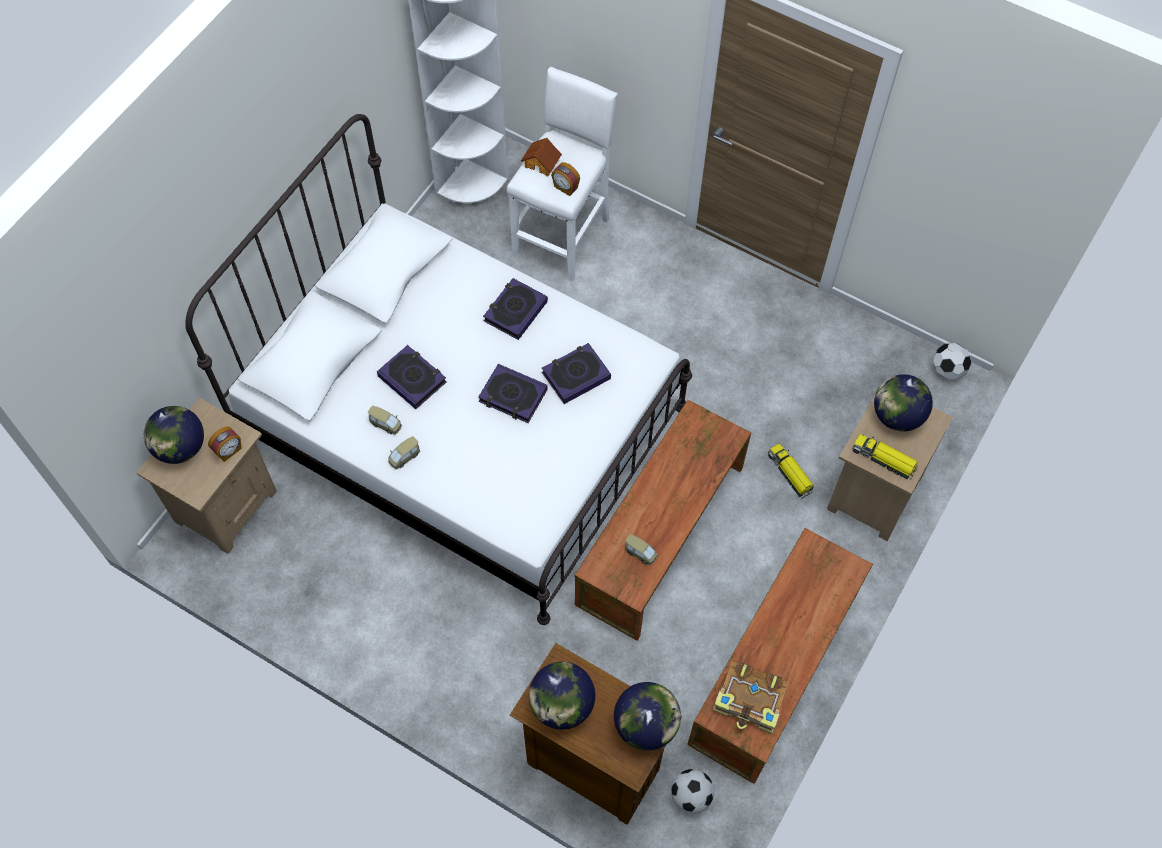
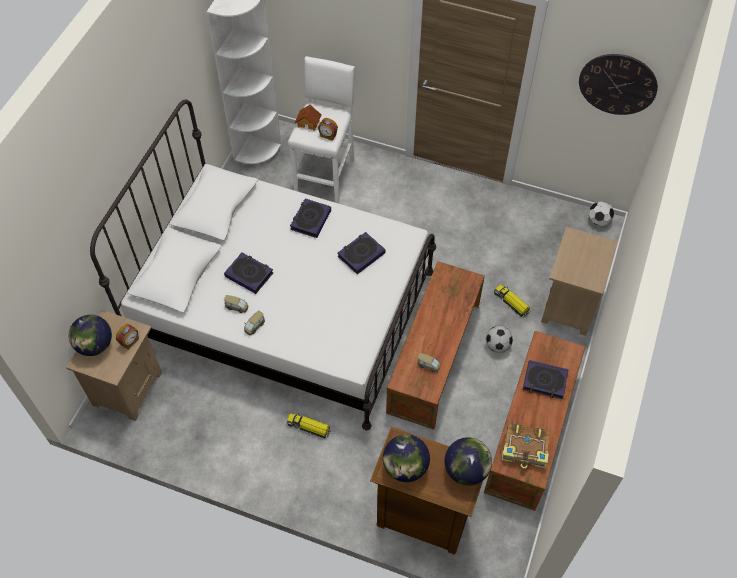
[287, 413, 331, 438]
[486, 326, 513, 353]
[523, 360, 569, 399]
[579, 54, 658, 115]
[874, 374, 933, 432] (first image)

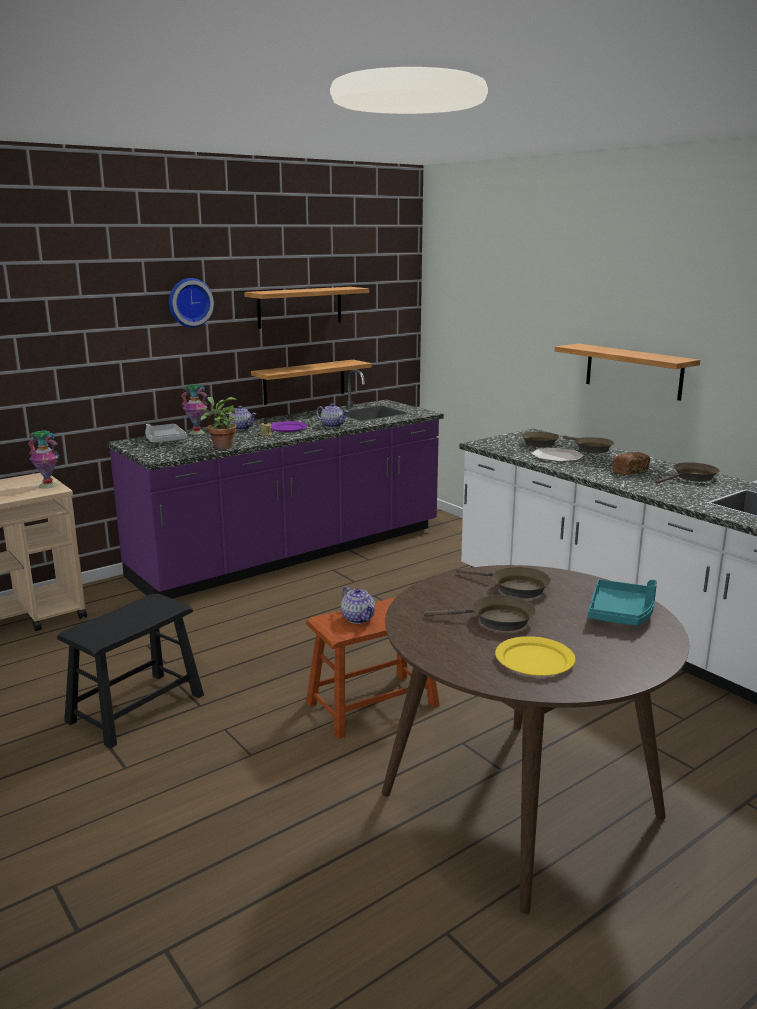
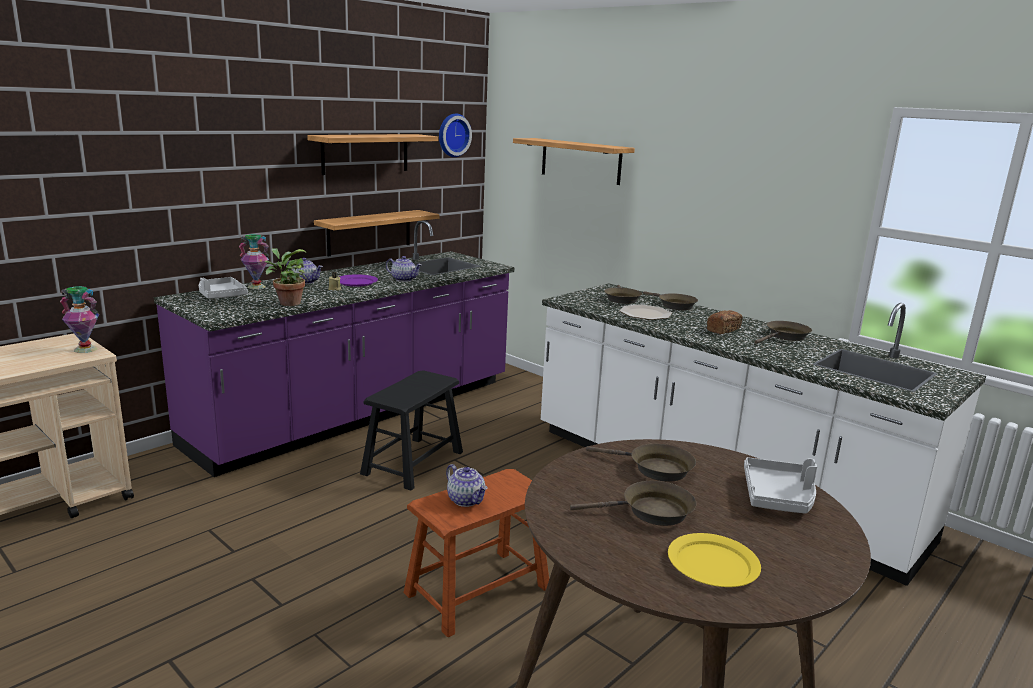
[360, 370, 463, 491]
[439, 114, 472, 157]
[513, 138, 635, 185]
[744, 457, 817, 514]

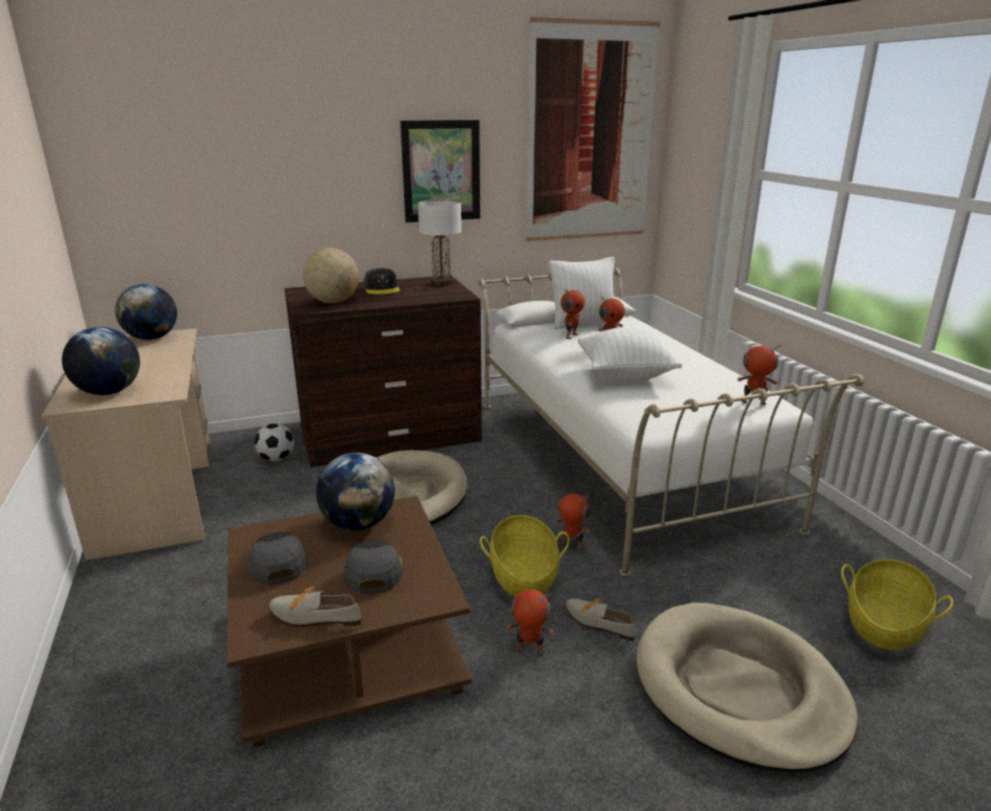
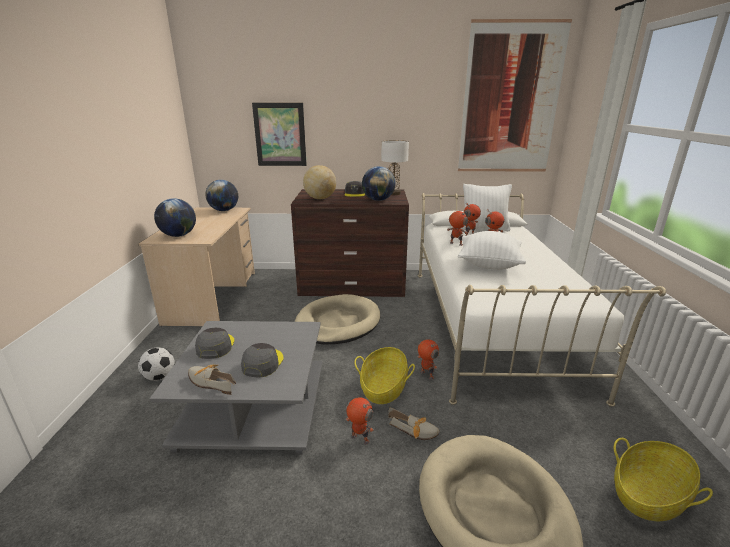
[138, 347, 175, 381]
[150, 321, 323, 455]
[252, 103, 307, 166]
[362, 166, 396, 201]
[388, 407, 440, 440]
[447, 210, 468, 246]

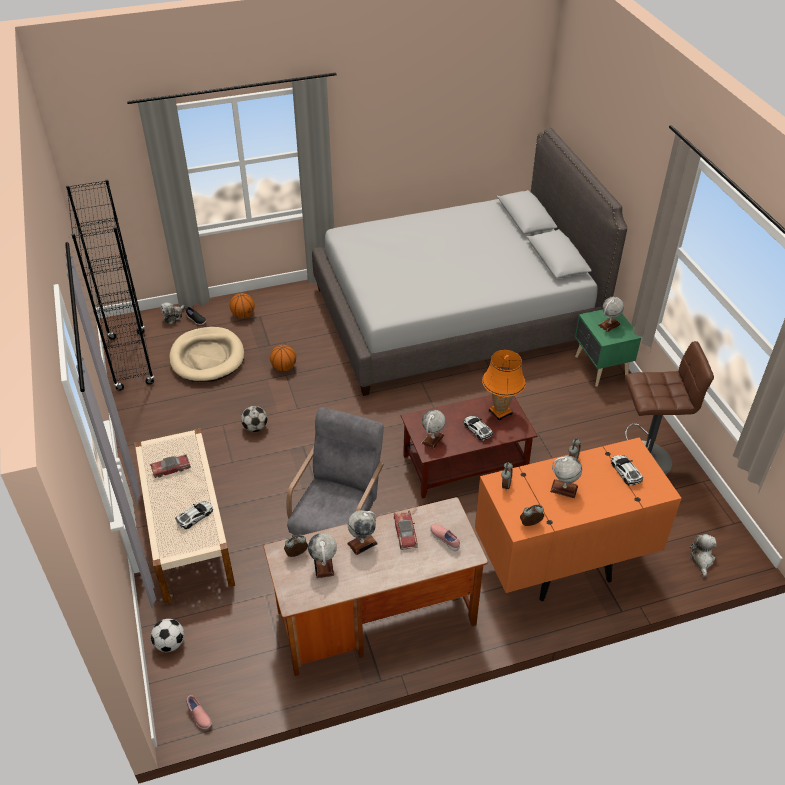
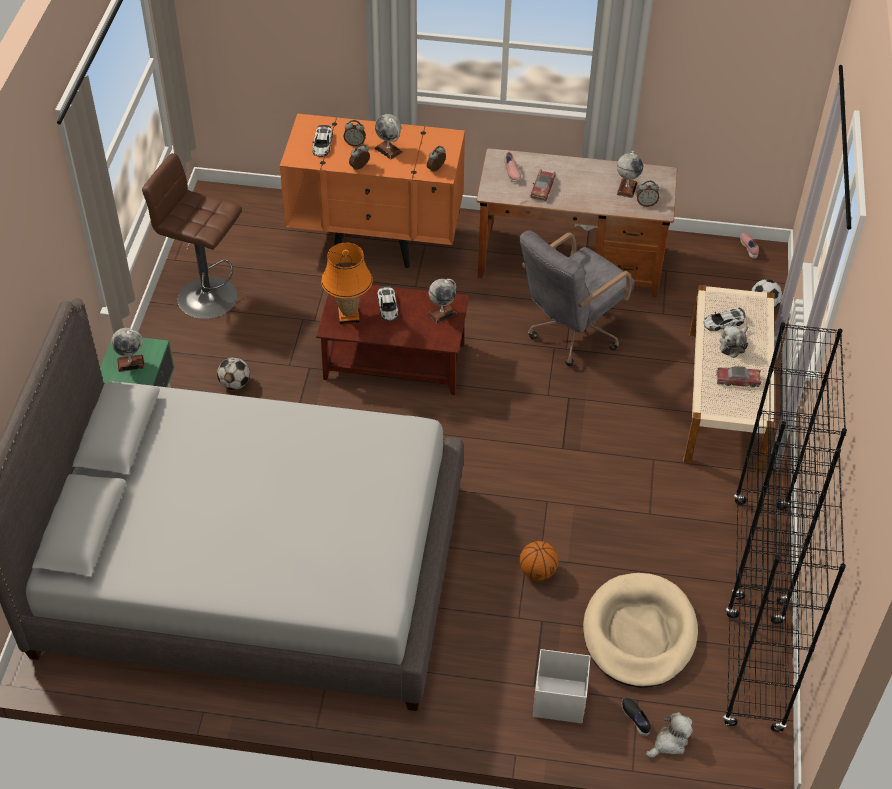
[217, 357, 250, 390]
[344, 120, 366, 147]
[533, 649, 591, 723]
[719, 325, 748, 358]
[732, 322, 847, 604]
[347, 510, 378, 555] (first image)

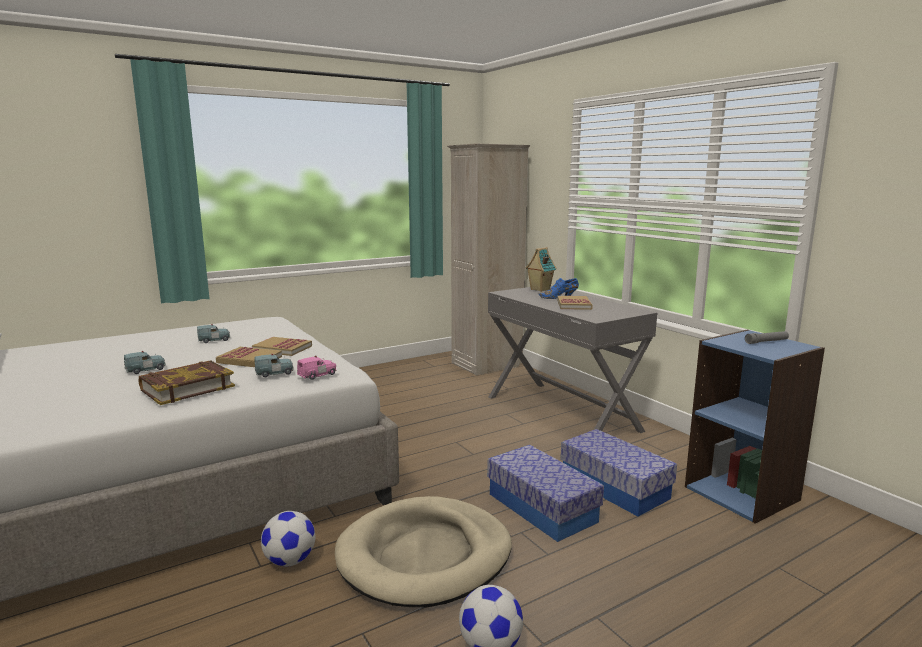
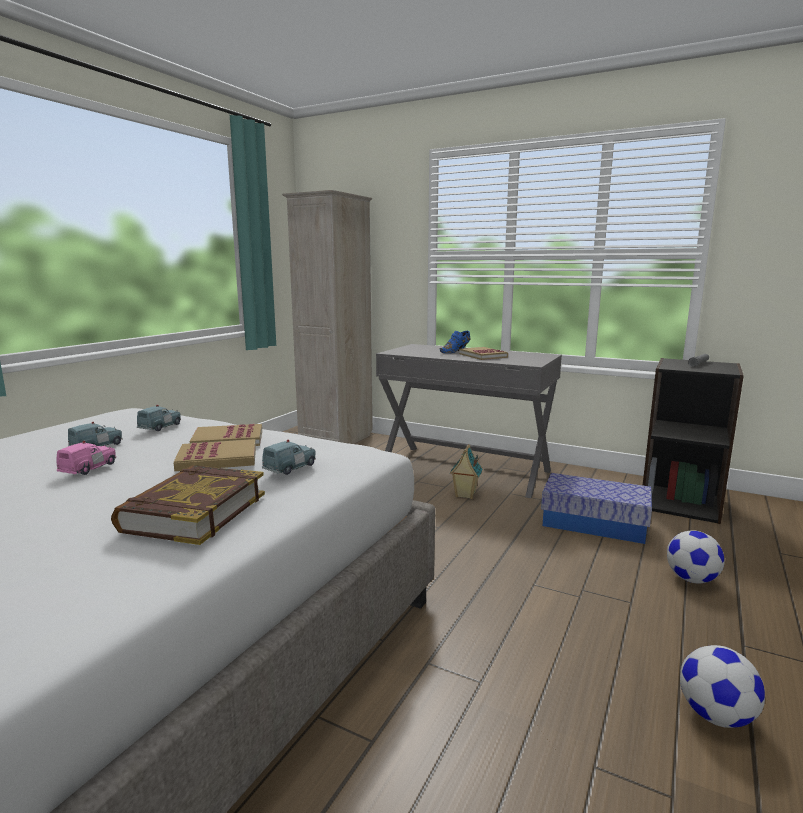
[56, 441, 116, 475]
[137, 405, 181, 431]
[449, 444, 483, 499]
[643, 358, 744, 524]
[667, 530, 724, 584]
[335, 496, 512, 607] (first image)
[488, 445, 604, 542] (first image)

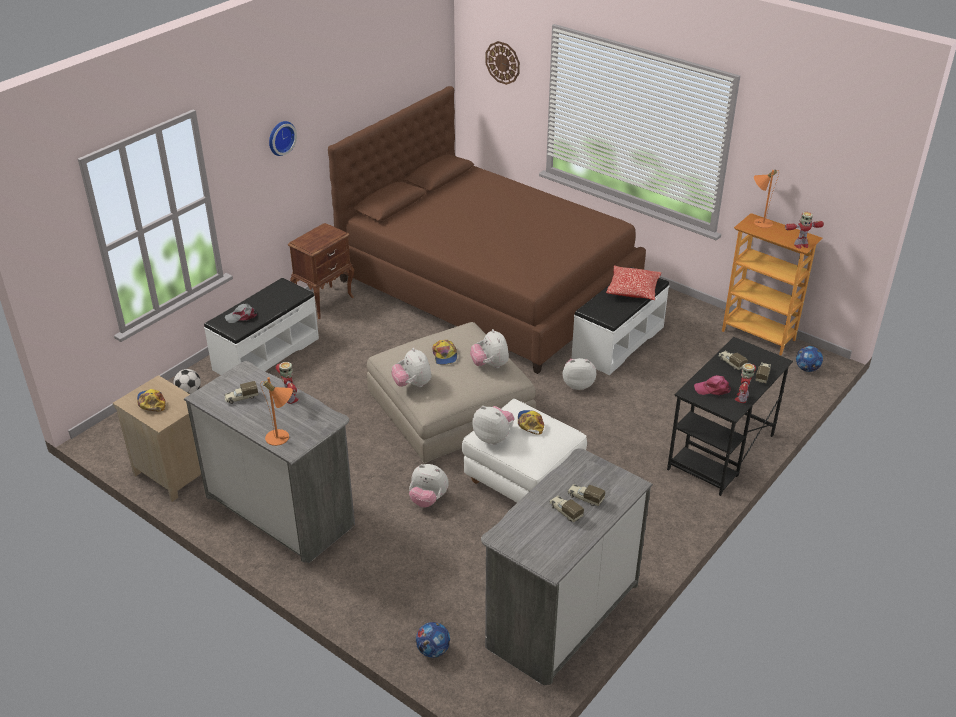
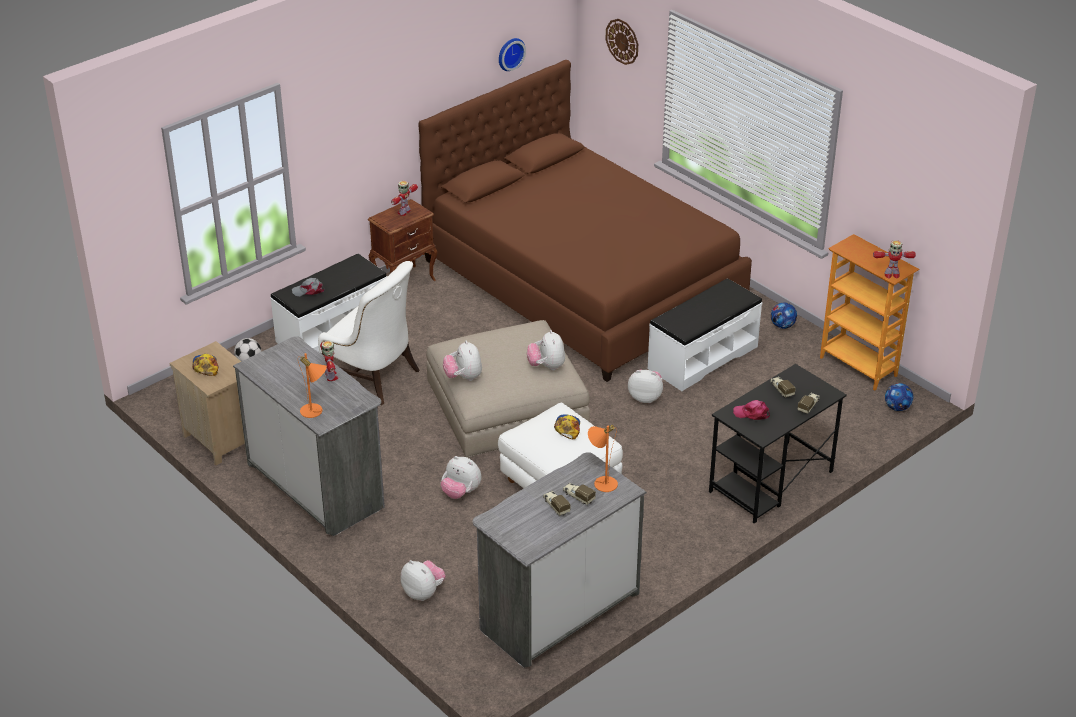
[318, 261, 419, 405]
[391, 181, 418, 216]
[401, 560, 446, 601]
[499, 38, 526, 71]
[588, 425, 618, 492]
[771, 303, 797, 329]
[224, 381, 258, 404] (first image)
[432, 340, 457, 365] (first image)
[606, 266, 661, 300] (first image)

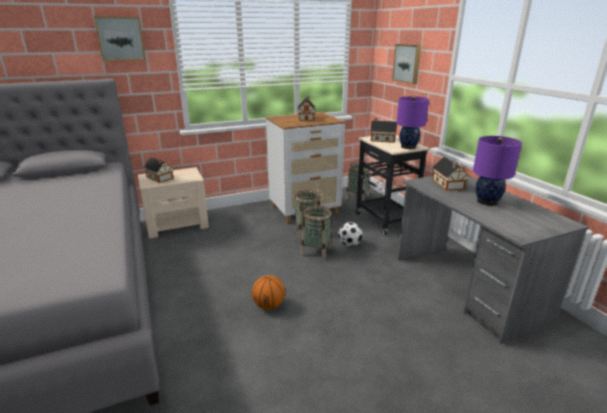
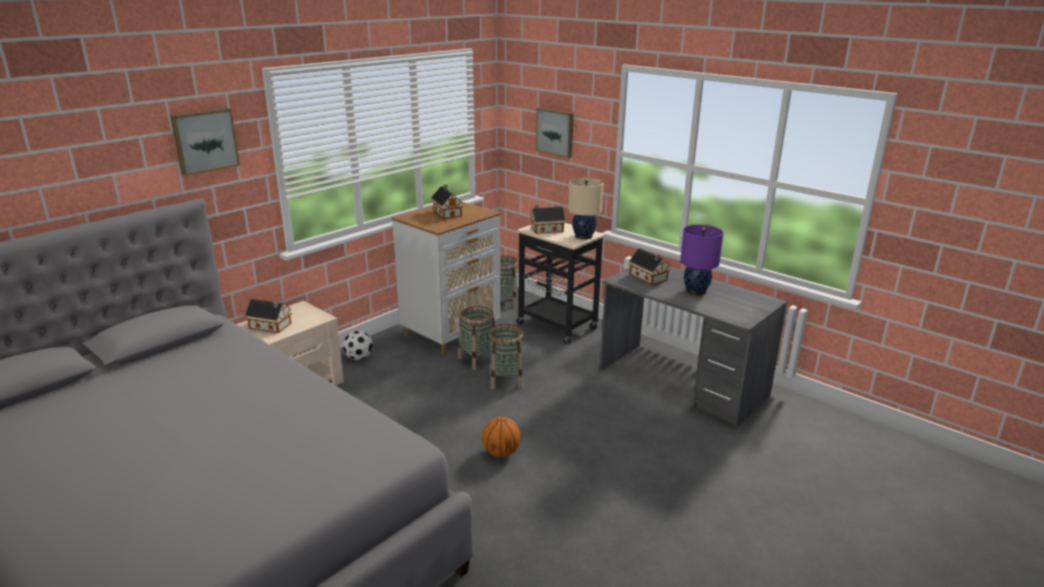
[343, 331, 373, 360]
[568, 178, 604, 240]

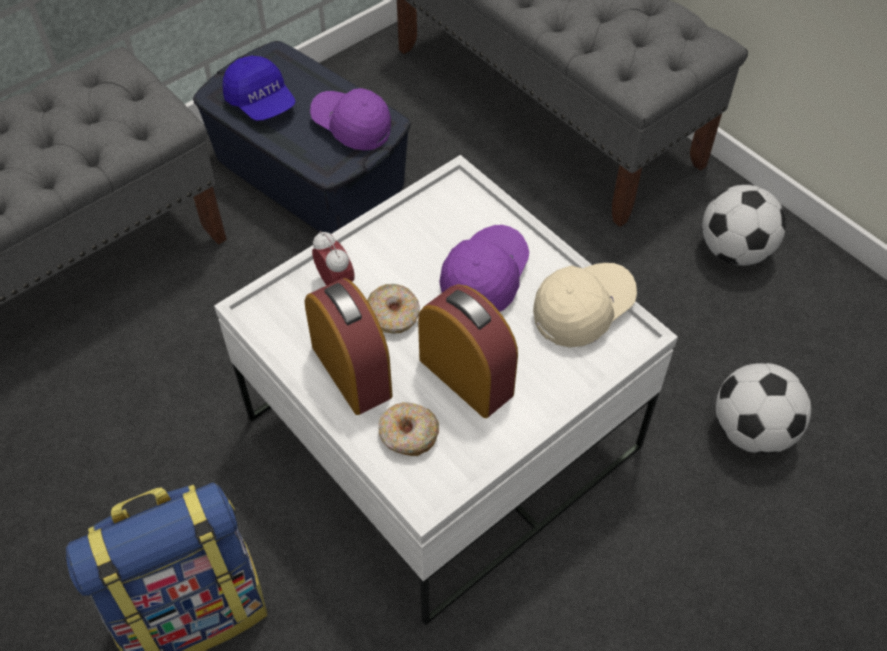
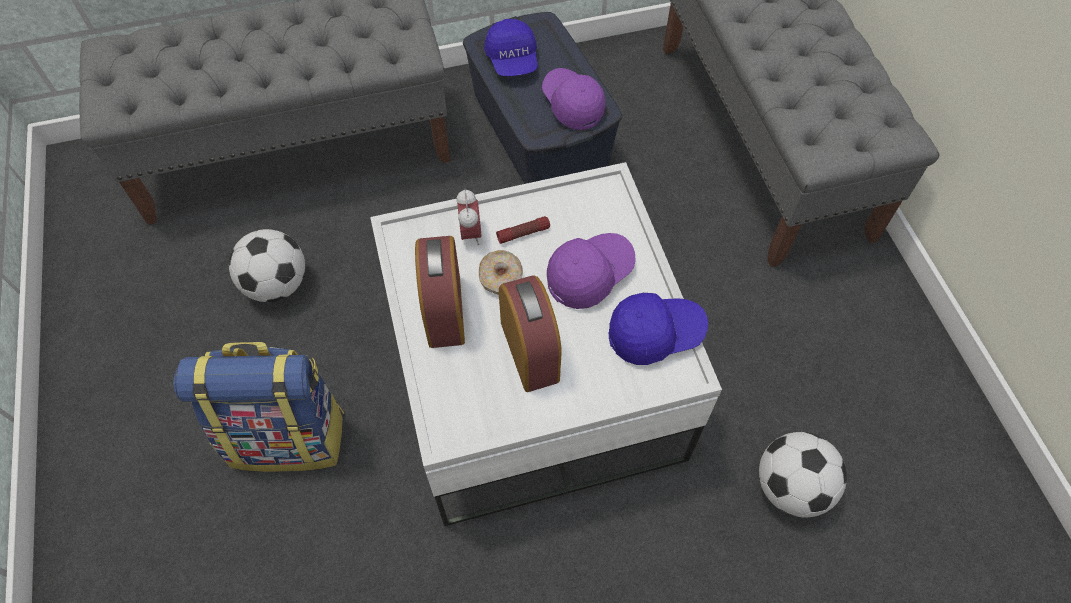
[229, 229, 305, 302]
[496, 216, 550, 244]
[608, 293, 708, 365]
[378, 402, 439, 456] (first image)

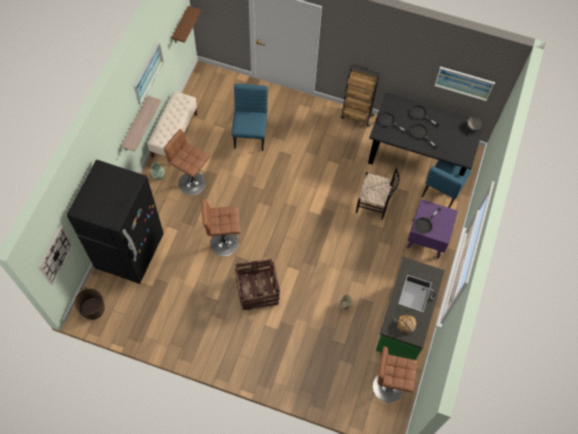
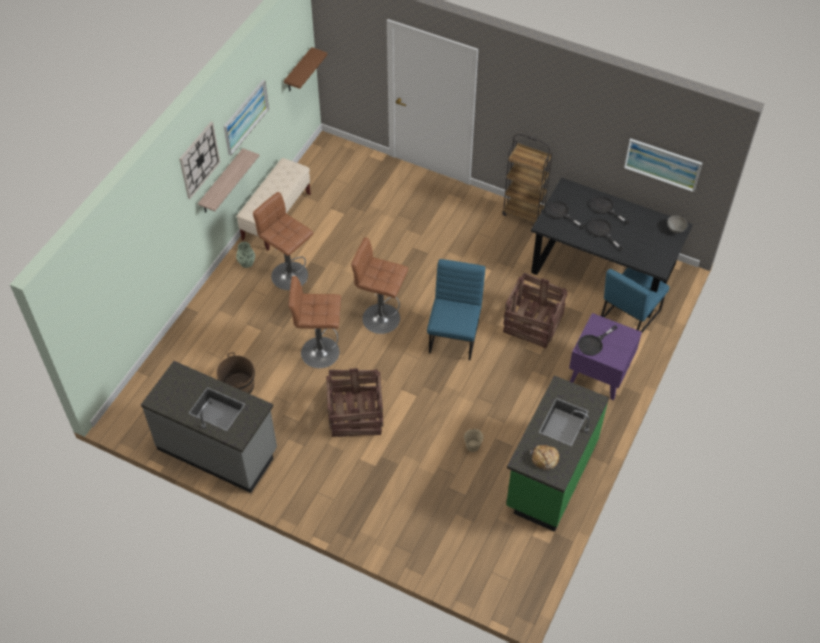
[141, 361, 277, 493]
[179, 122, 220, 199]
[216, 352, 255, 394]
[351, 237, 408, 334]
[427, 259, 485, 360]
[503, 273, 567, 348]
[67, 159, 164, 284] (first image)

